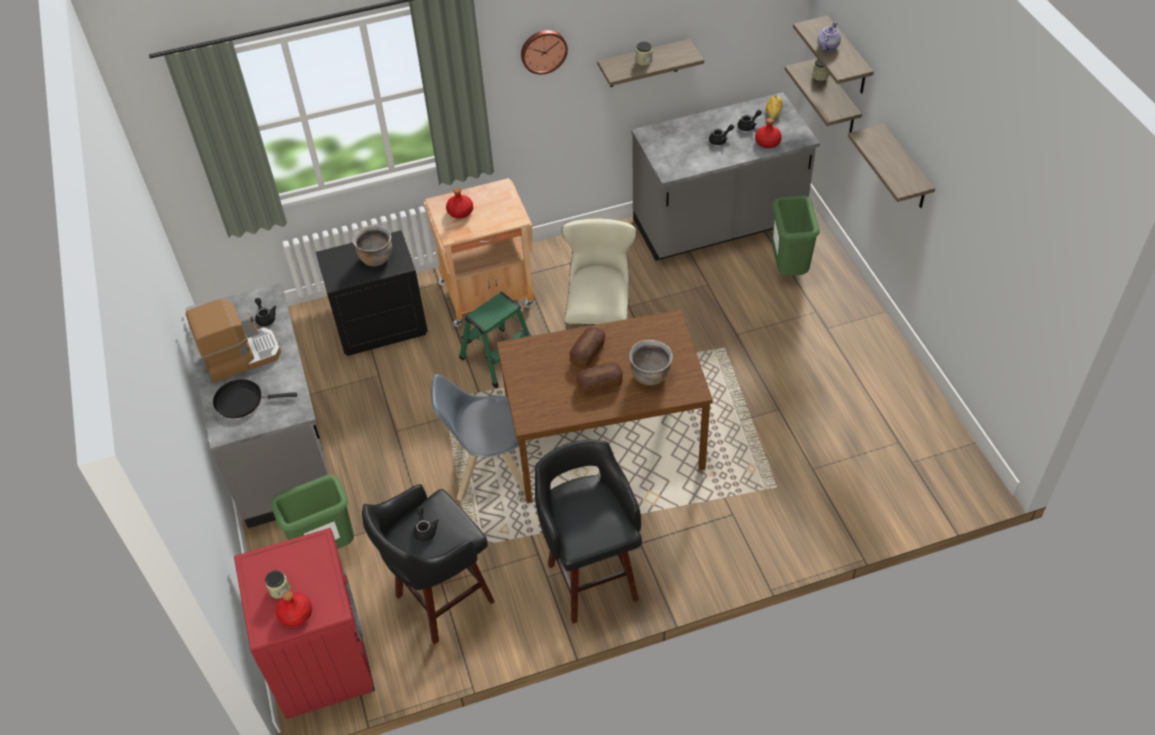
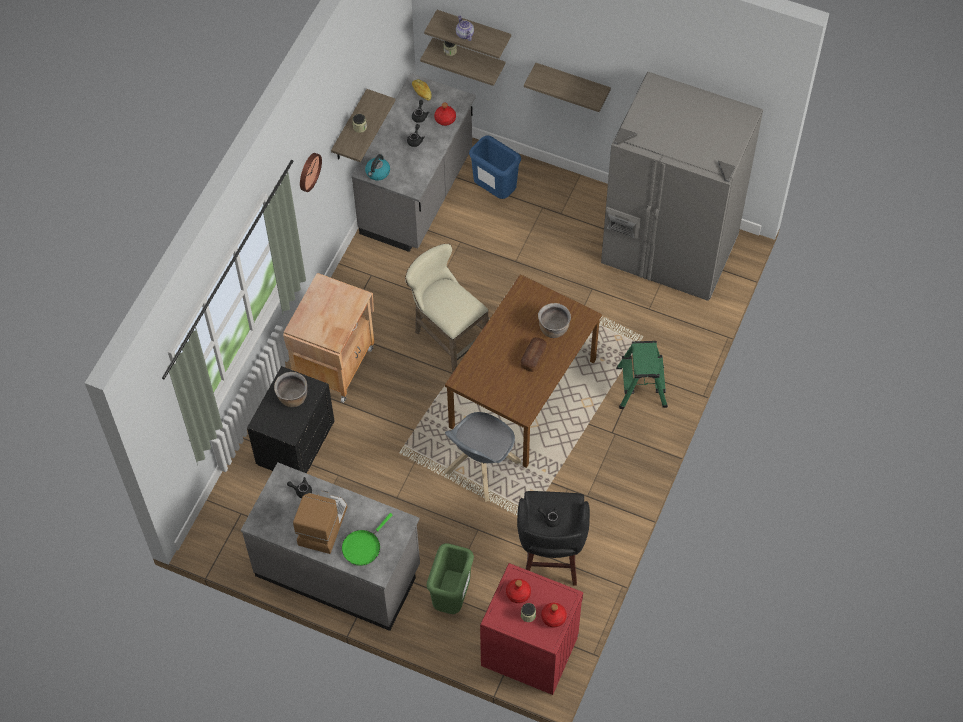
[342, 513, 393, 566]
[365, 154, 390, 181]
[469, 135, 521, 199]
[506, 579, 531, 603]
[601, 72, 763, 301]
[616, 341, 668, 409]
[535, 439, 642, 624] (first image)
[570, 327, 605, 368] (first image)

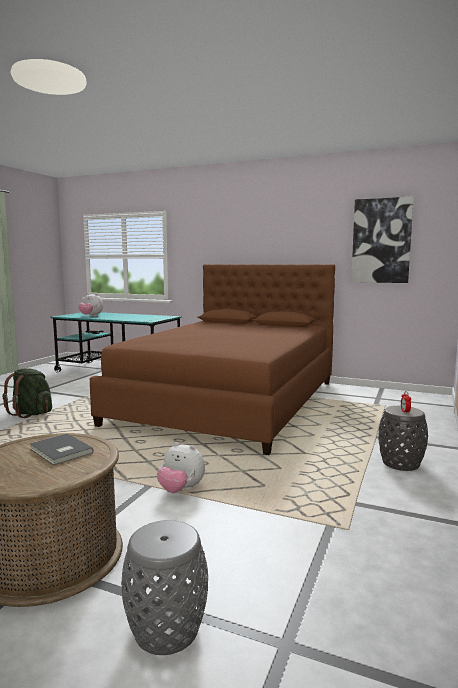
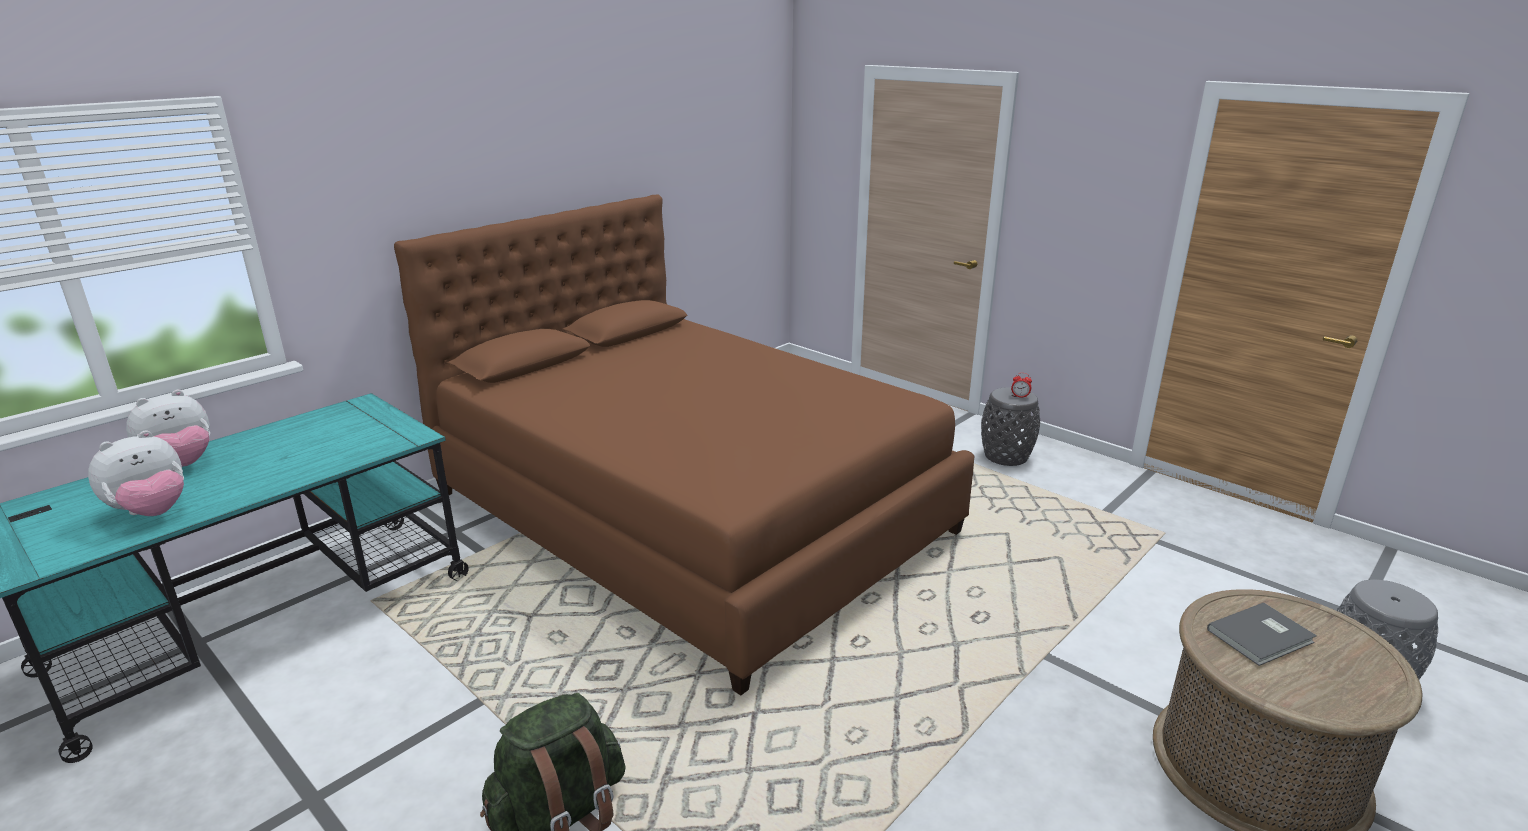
[126, 390, 210, 467]
[351, 196, 414, 283] (first image)

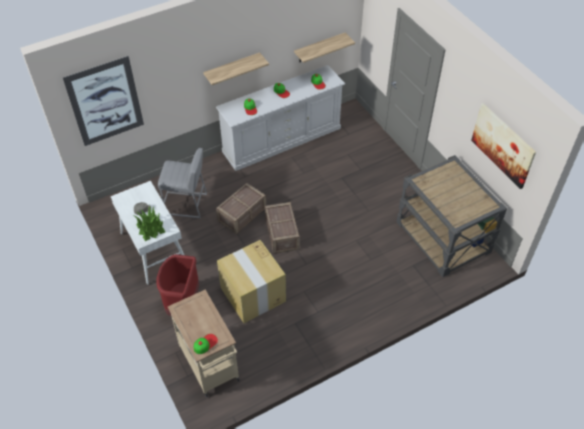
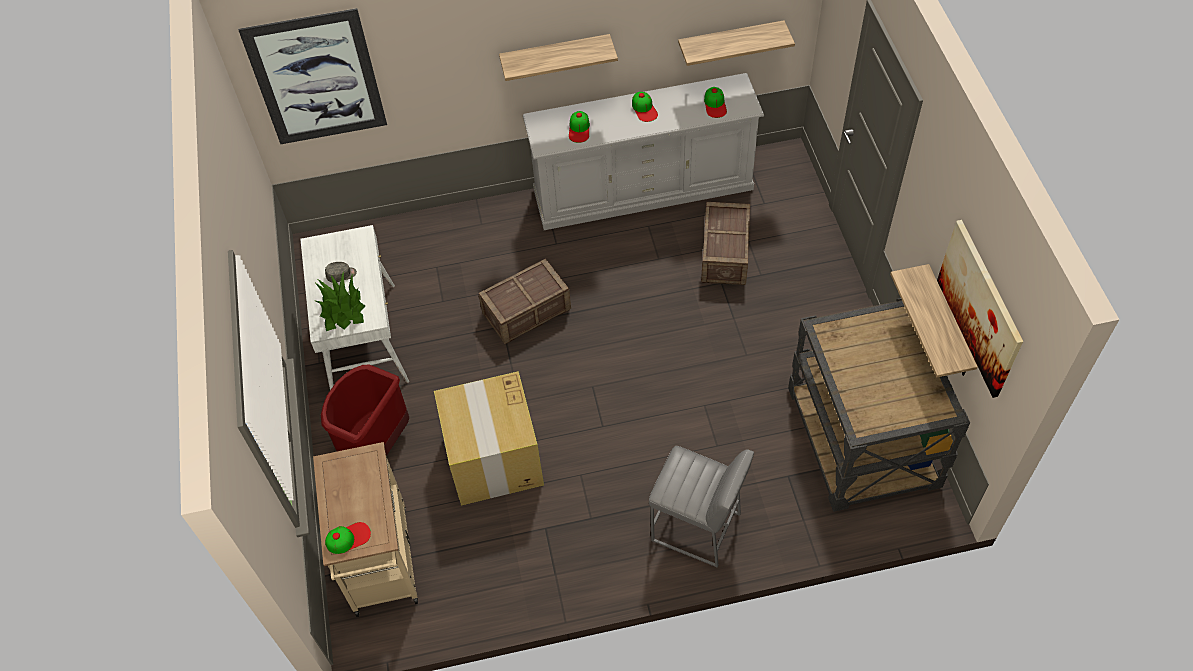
[649, 446, 754, 567]
[701, 202, 750, 285]
[890, 264, 978, 377]

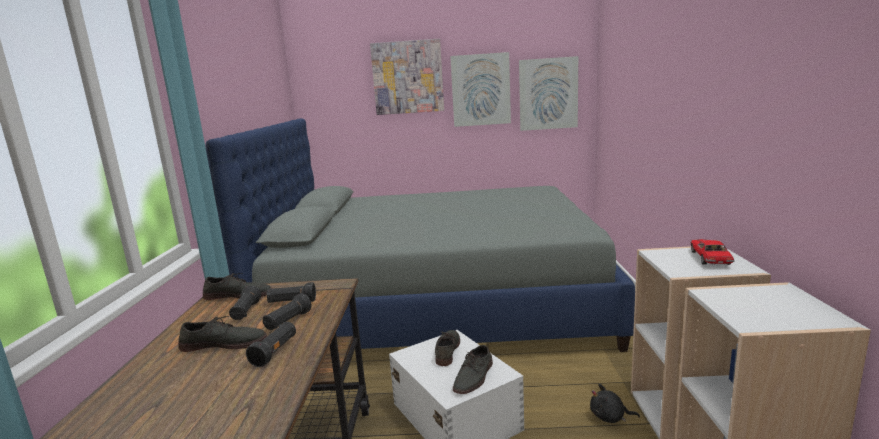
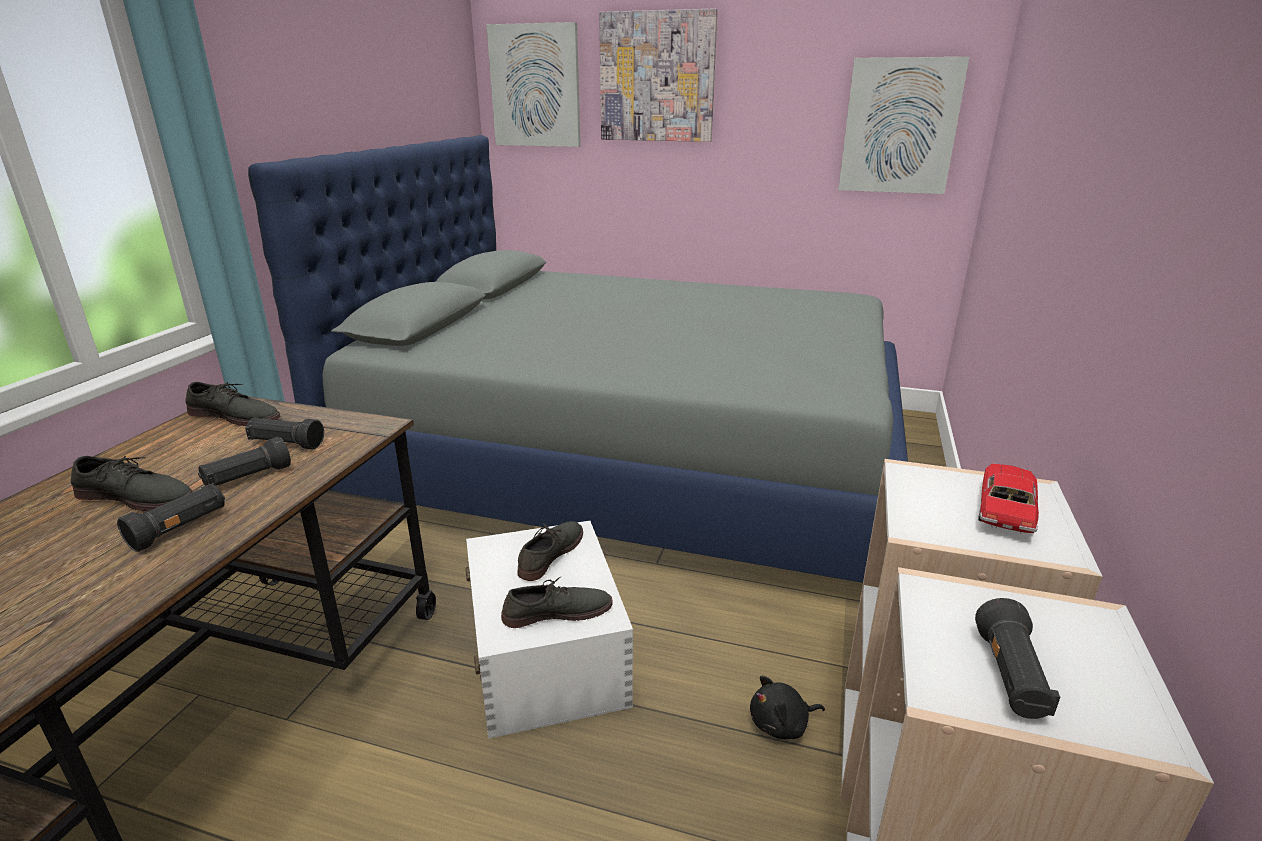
[486, 22, 581, 147]
[501, 576, 613, 628]
[750, 676, 825, 739]
[975, 598, 1060, 719]

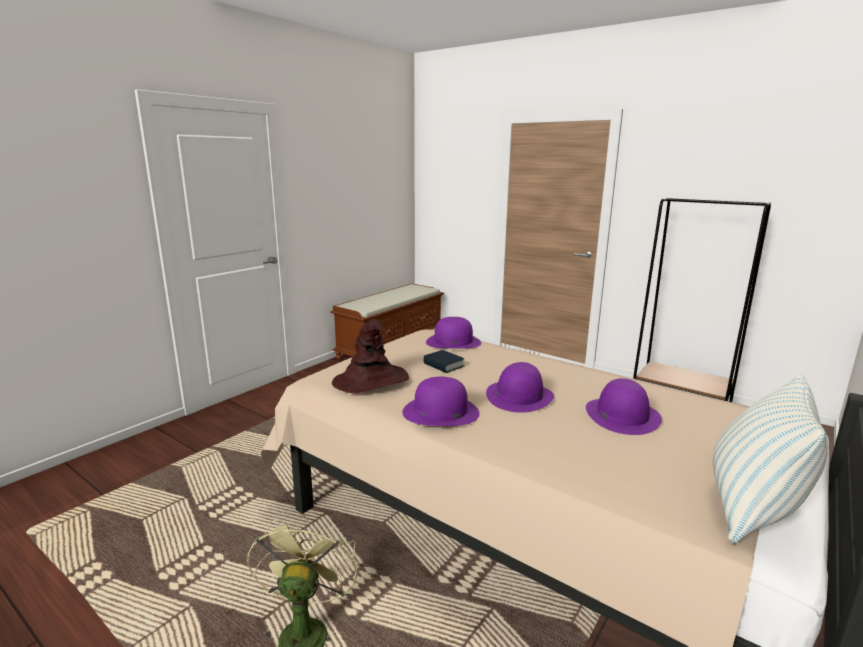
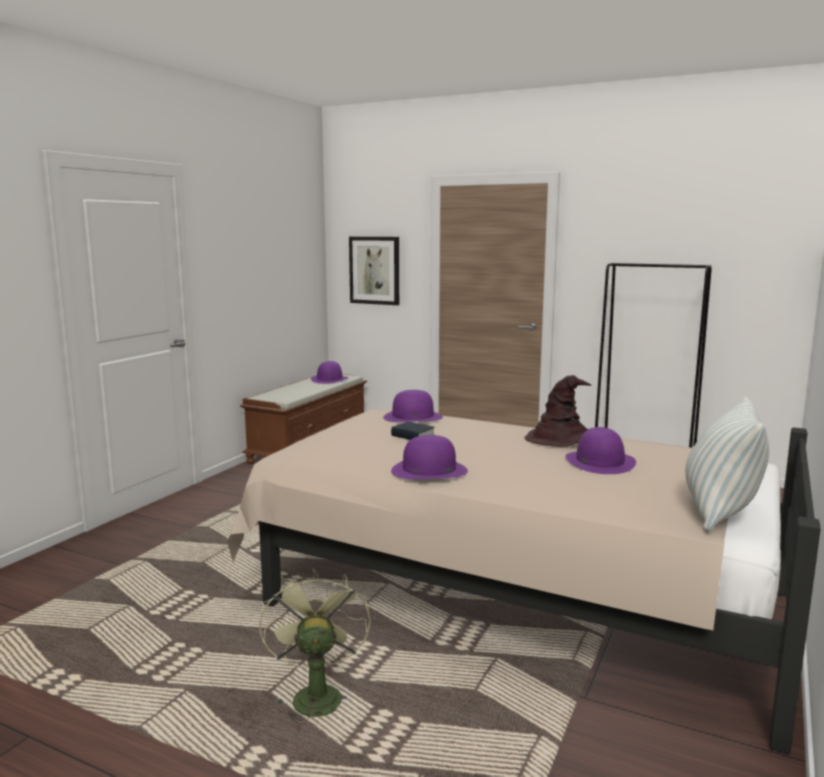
[311, 361, 348, 384]
[349, 237, 399, 305]
[525, 375, 591, 447]

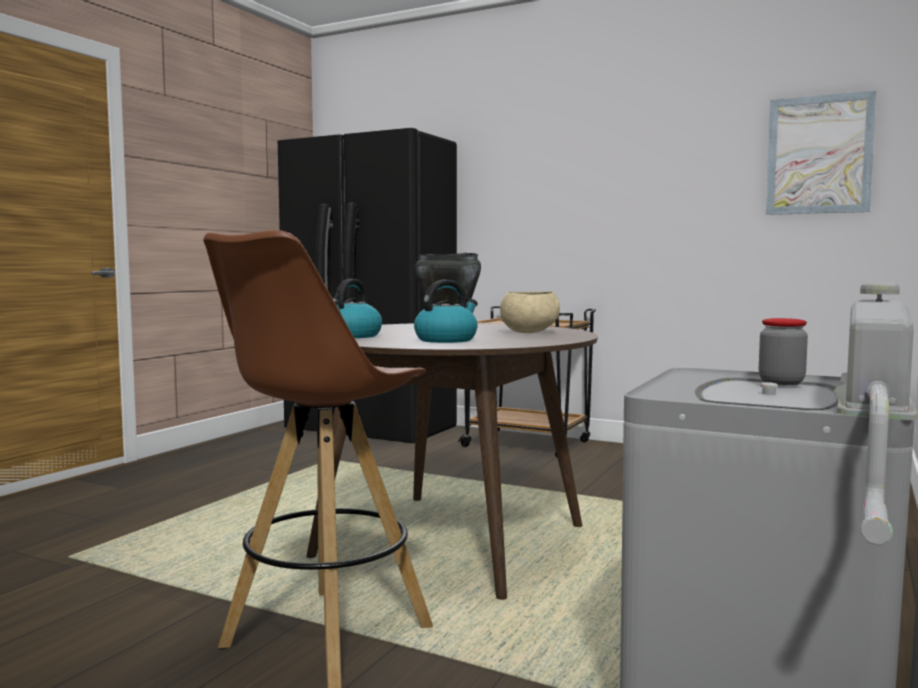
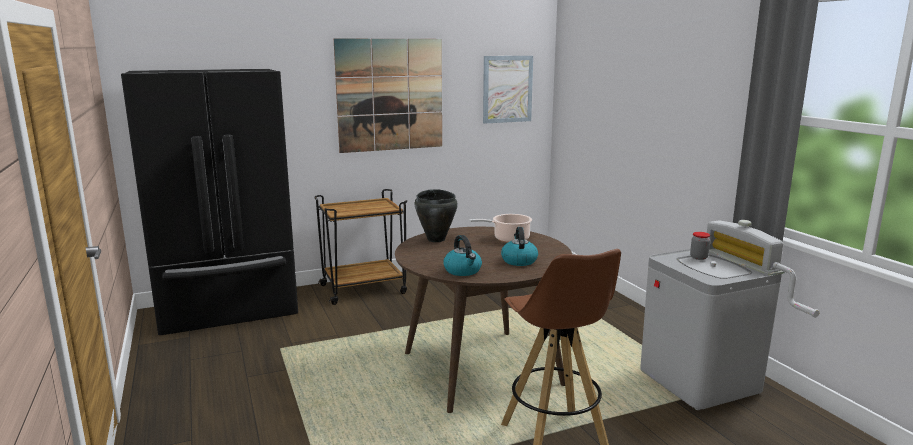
[334, 39, 442, 153]
[470, 214, 532, 242]

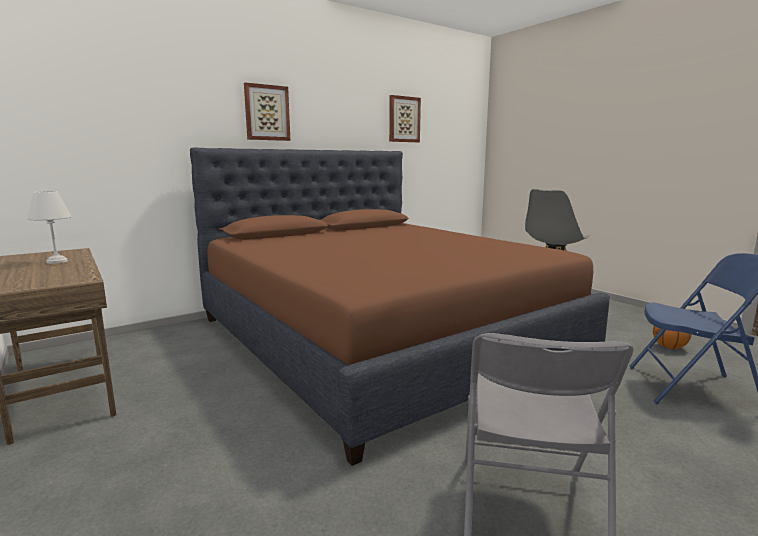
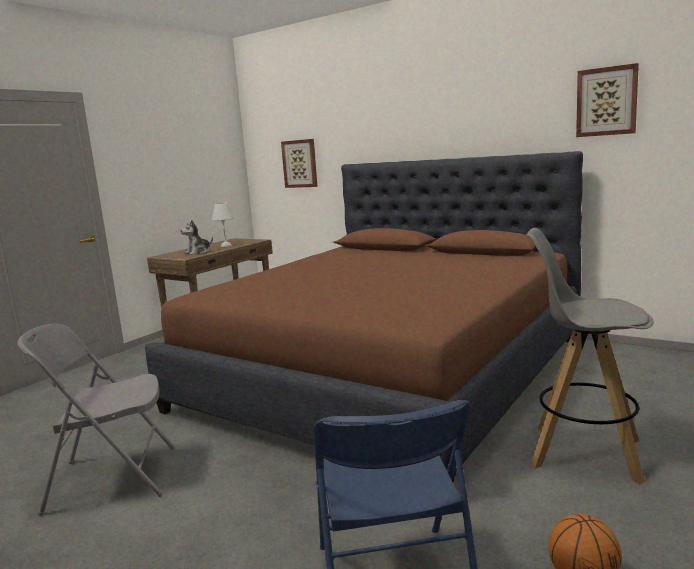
[181, 220, 213, 255]
[281, 139, 318, 188]

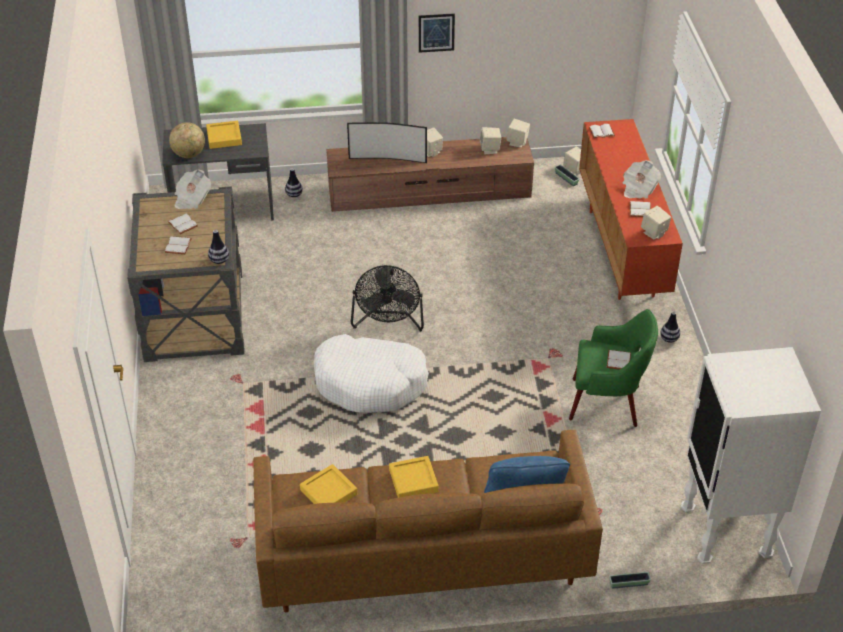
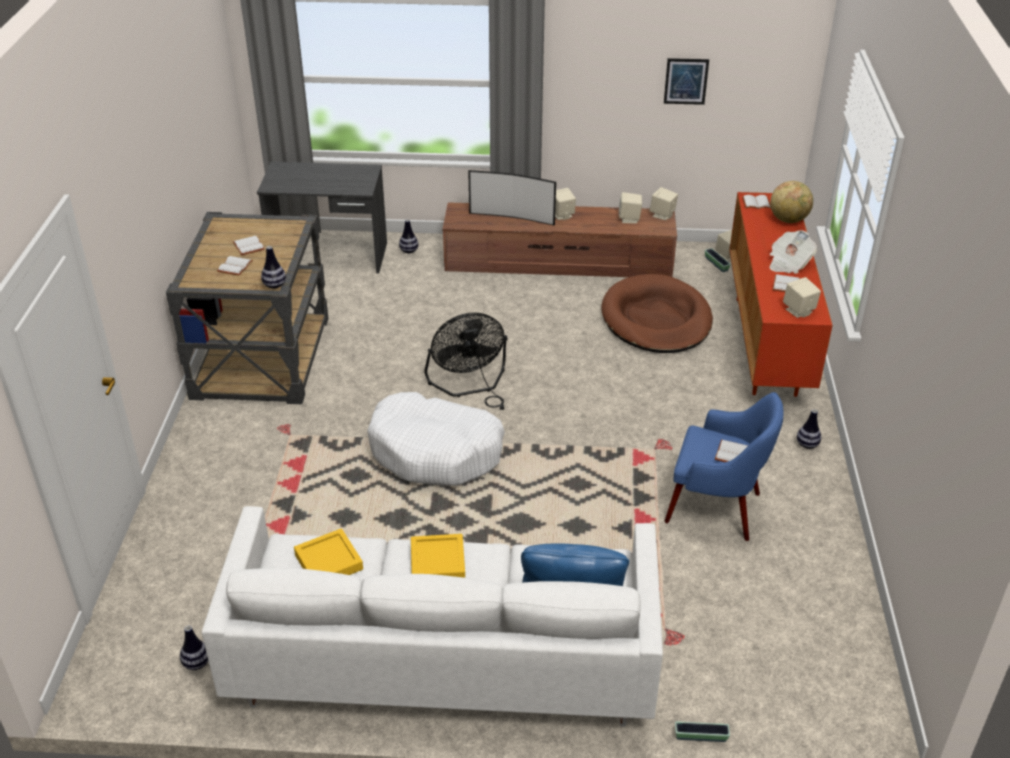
[180, 626, 208, 670]
[202, 506, 663, 727]
[424, 313, 508, 410]
[601, 274, 713, 353]
[664, 58, 709, 105]
[665, 392, 783, 541]
[770, 181, 813, 223]
[174, 170, 211, 209] (first image)
[206, 121, 242, 149] (first image)
[680, 347, 821, 564] (first image)

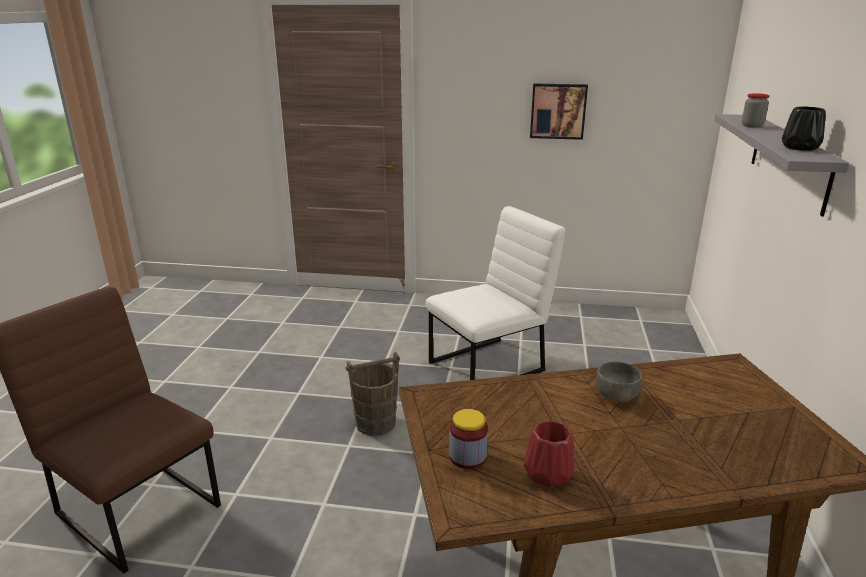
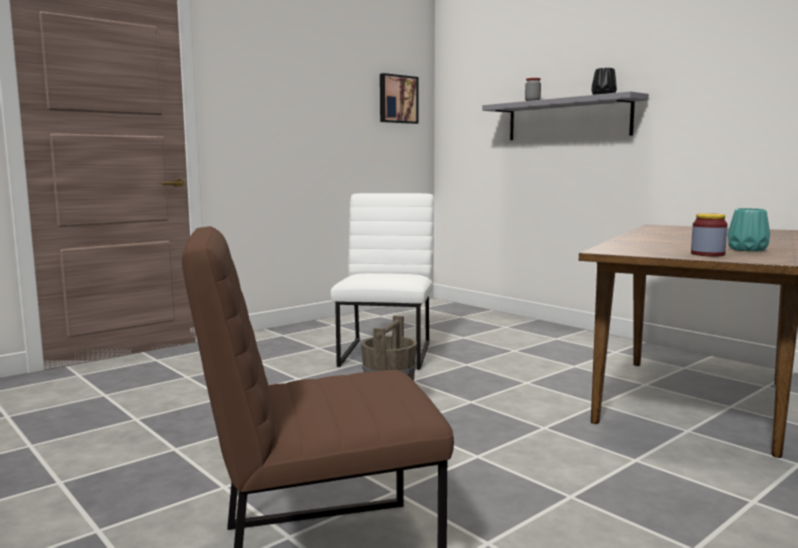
[380, 73, 418, 124]
[728, 208, 770, 252]
[596, 362, 642, 402] (first image)

